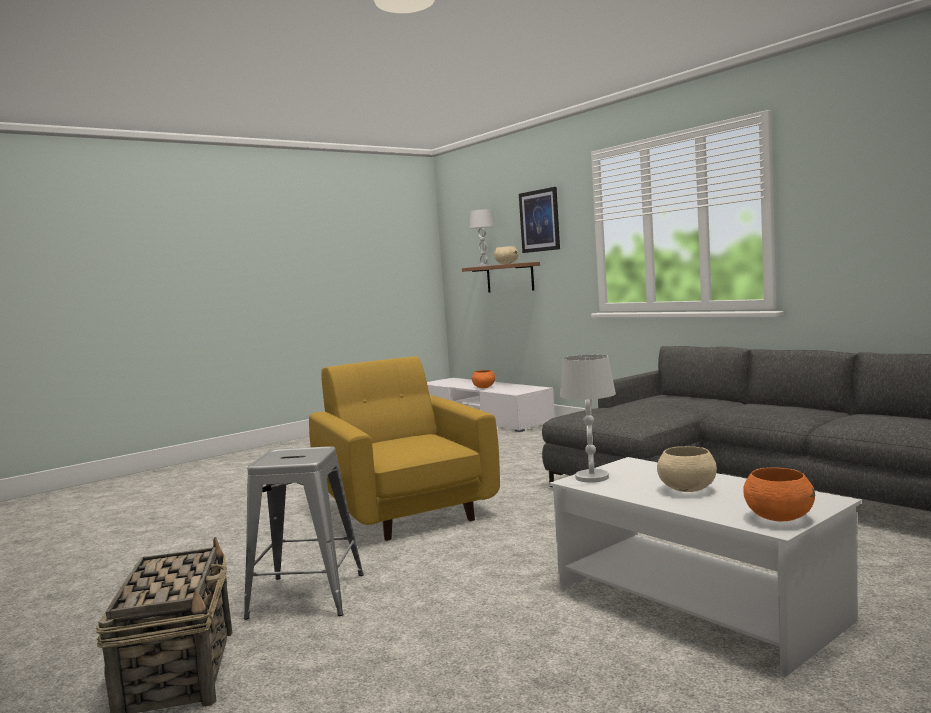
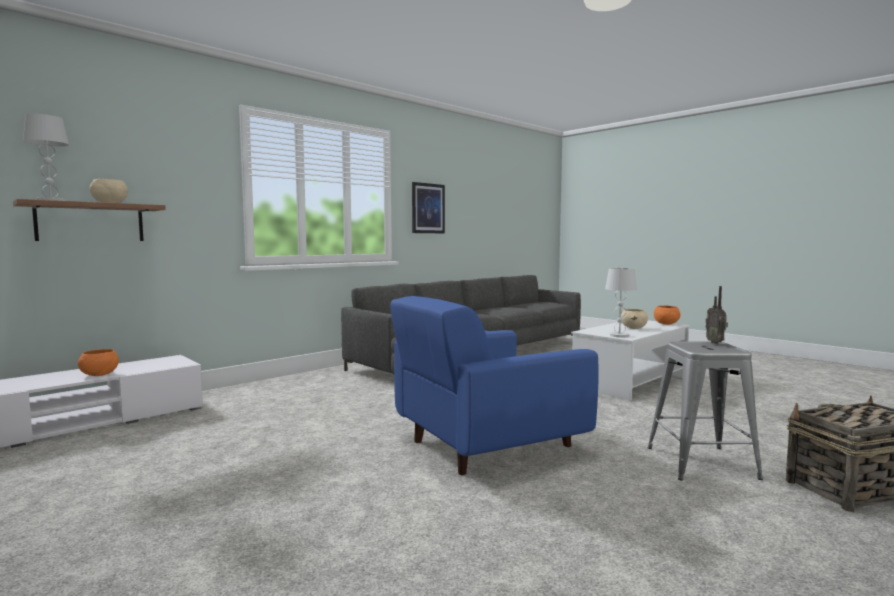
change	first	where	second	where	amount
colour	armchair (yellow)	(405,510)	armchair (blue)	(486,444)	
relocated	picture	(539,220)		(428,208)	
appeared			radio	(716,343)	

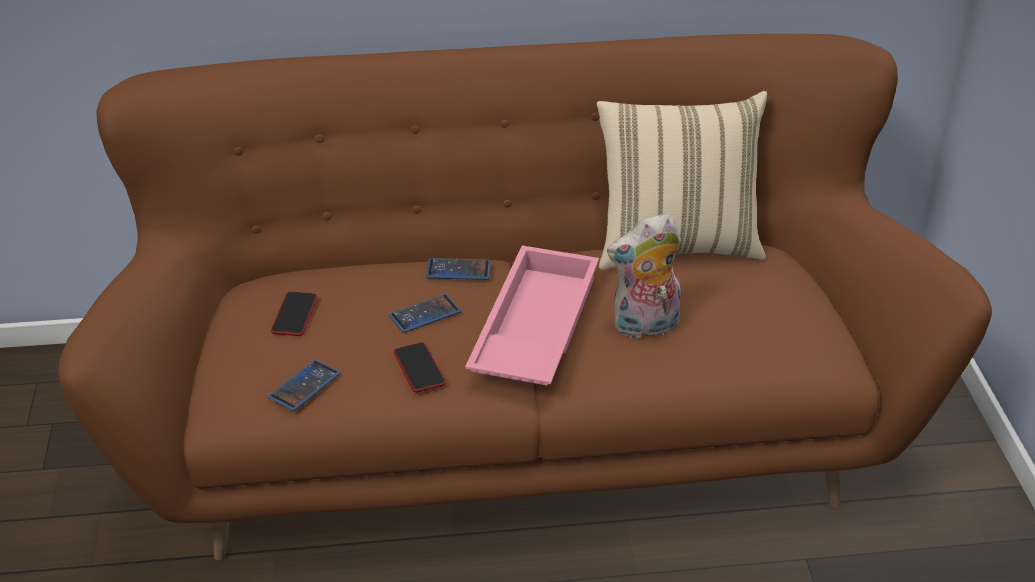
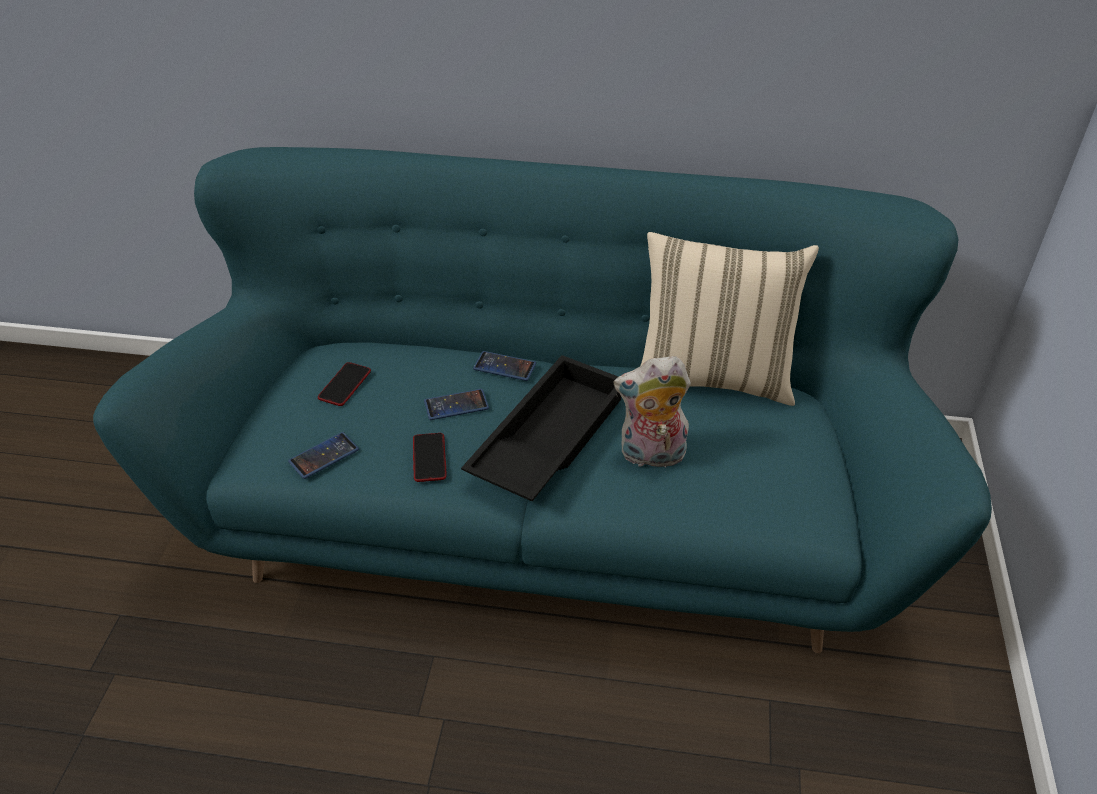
change	first	where	second	where	amount
colour	sofa (brown)	(517,430)	sofa (turquoise)	(548,514)	
colour	tray (pink)	(532,329)	tray (black)	(546,438)	

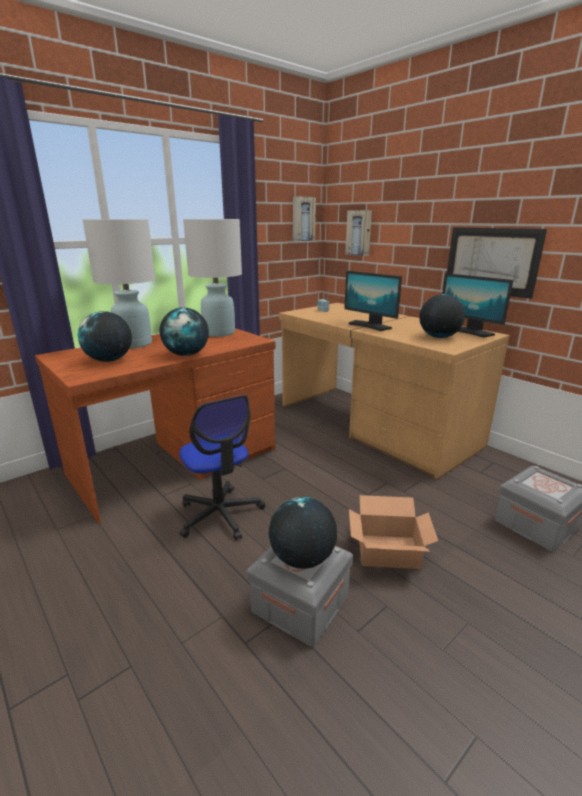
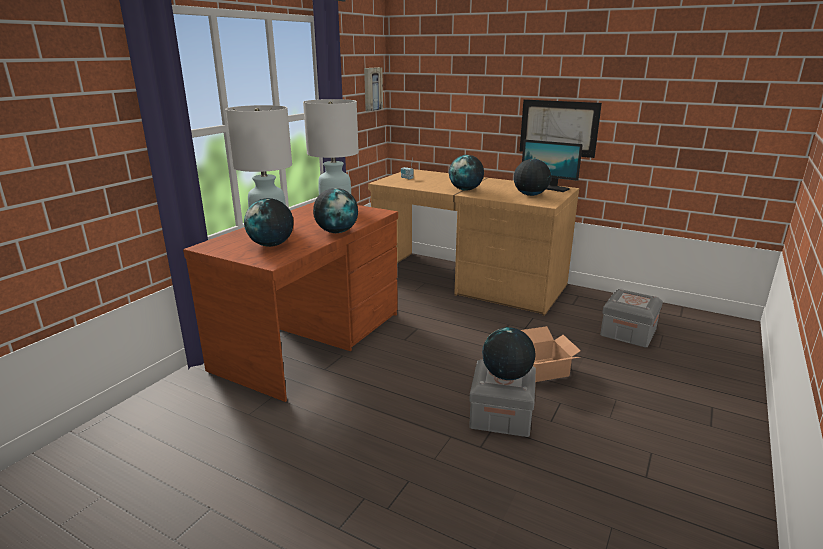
change	first	where	second	where	amount
exchanged	monitor	(370,326)	globe	(465,190)	
missing	office chair	(220,515)			
missing	picture	(359,233)			

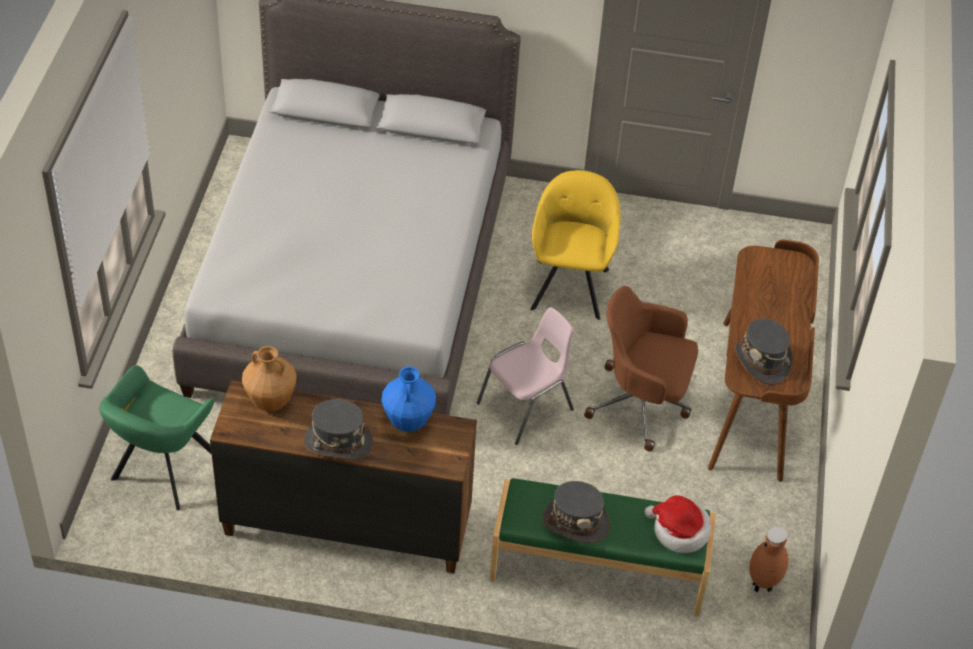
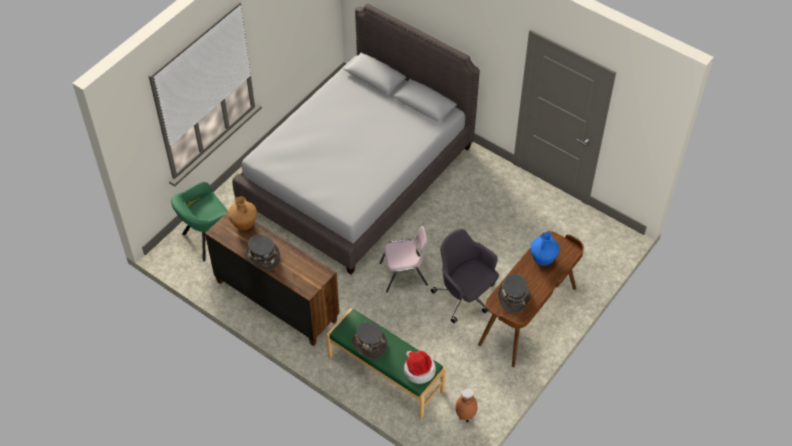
change	first	where	second	where	amount
colour	office chair (brown)	(641,405)	office chair (grey)	(465,296)	
relocated	vase (blue)	(408,422)		(542,260)	
missing	armchair (yellow)	(570,285)			

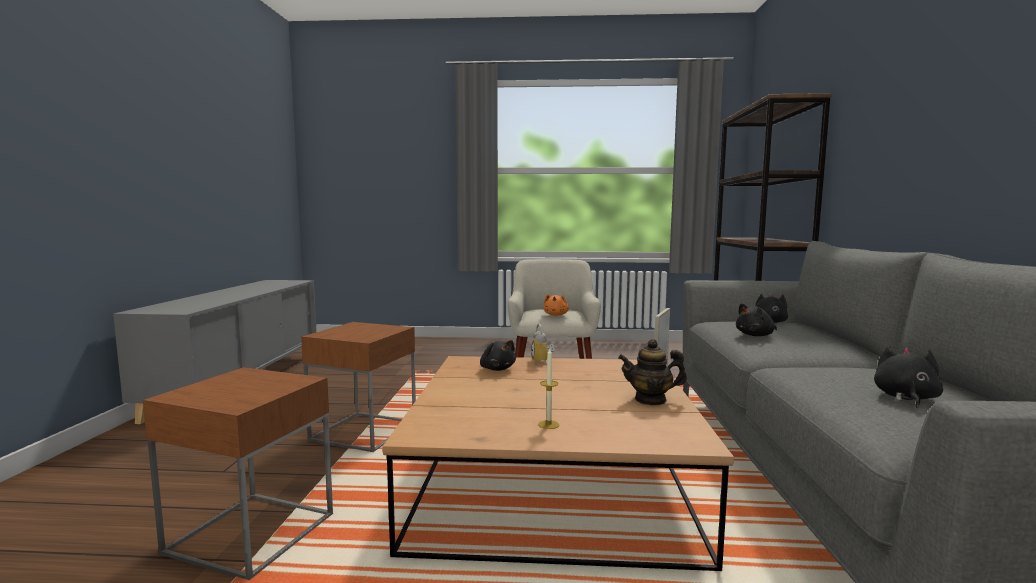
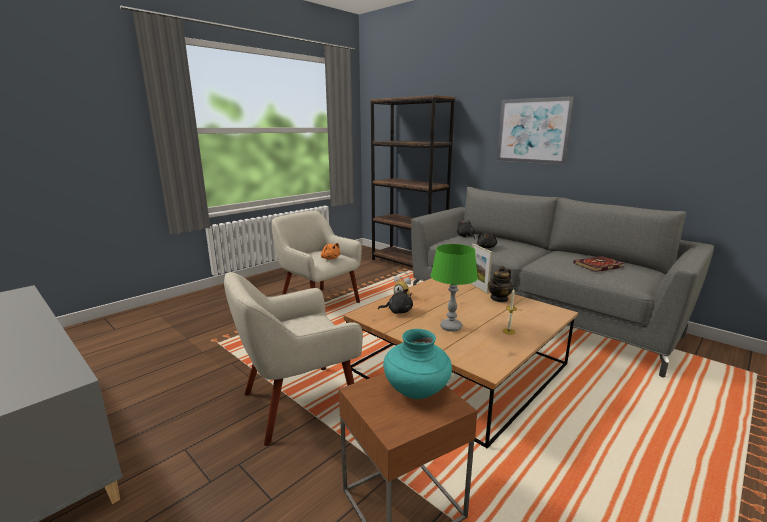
change	first	where	second	where	amount
exchanged	side table (brown)	(364,431)	armchair (beige)	(297,403)	
appeared			vase (turquoise)	(417,391)	
appeared			table lamp (green)	(450,327)	
appeared			picture	(533,131)	
exchanged	plush toy (black)	(905,398)	book	(598,266)	

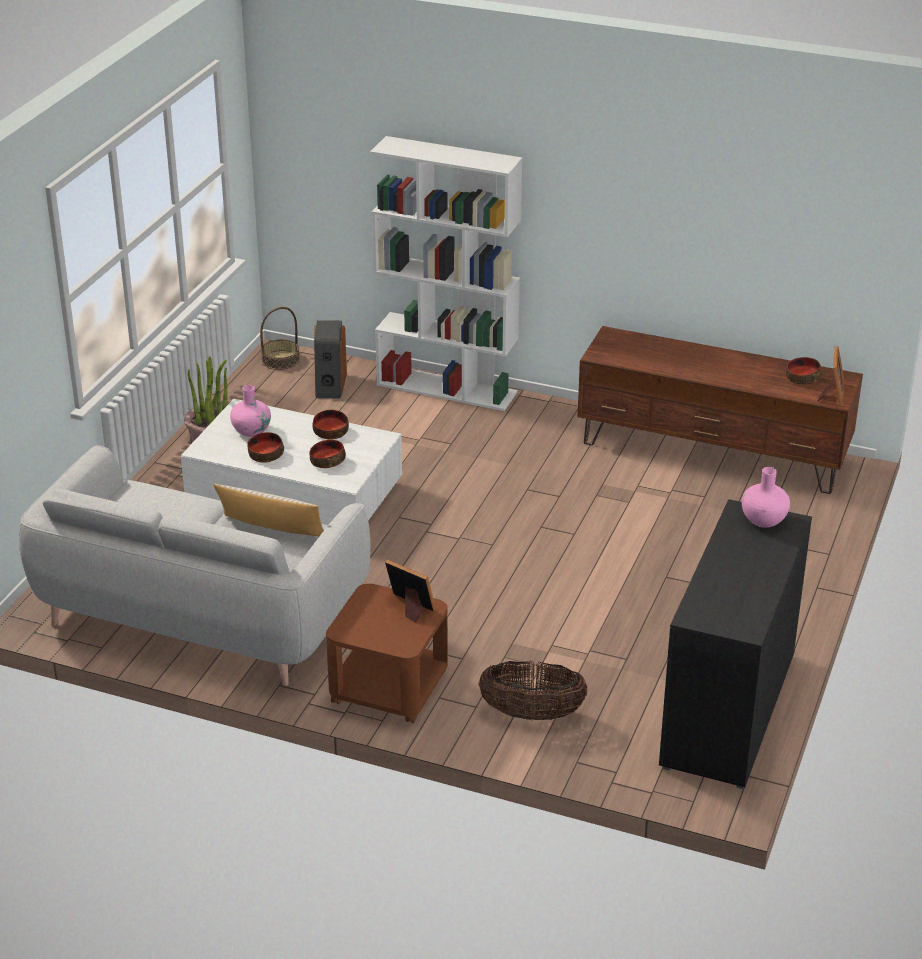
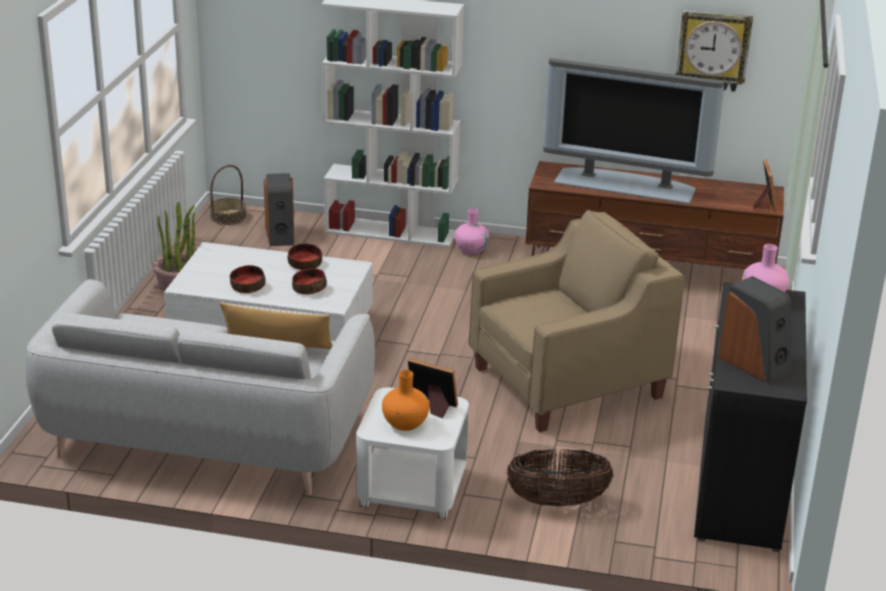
change	first	where	second	where	amount
colour	side table (brown)	(389,688)	side table (white)	(412,489)	
appeared			vase (orange)	(405,423)	
relocated	vase (pink)	(251,431)		(471,250)	
appeared			armchair (beige)	(568,383)	
appeared			television	(625,184)	
appeared			wall clock	(713,50)	
appeared			speaker	(755,364)	
missing	bowl	(802,378)			

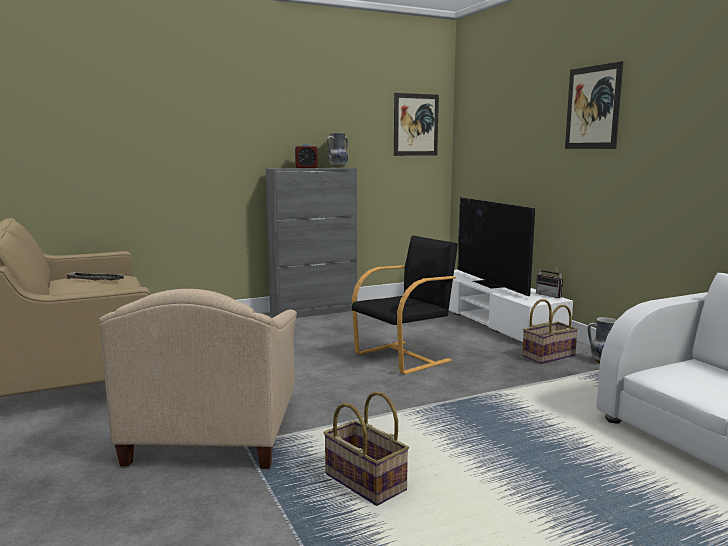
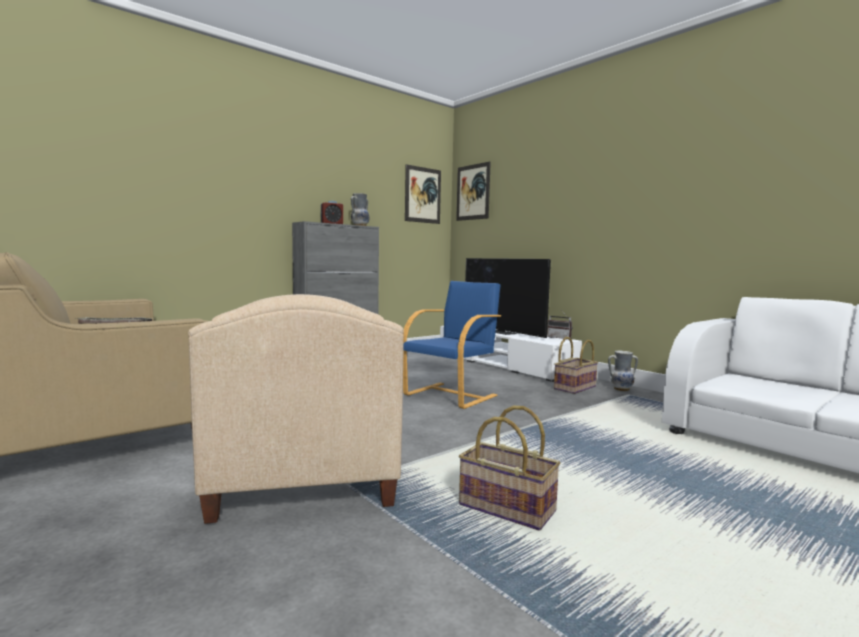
change	first	where	second	where	amount
colour	armchair (black)	(404,357)	armchair (blue)	(452,395)	
relocated	picture	(592,107)		(473,192)	

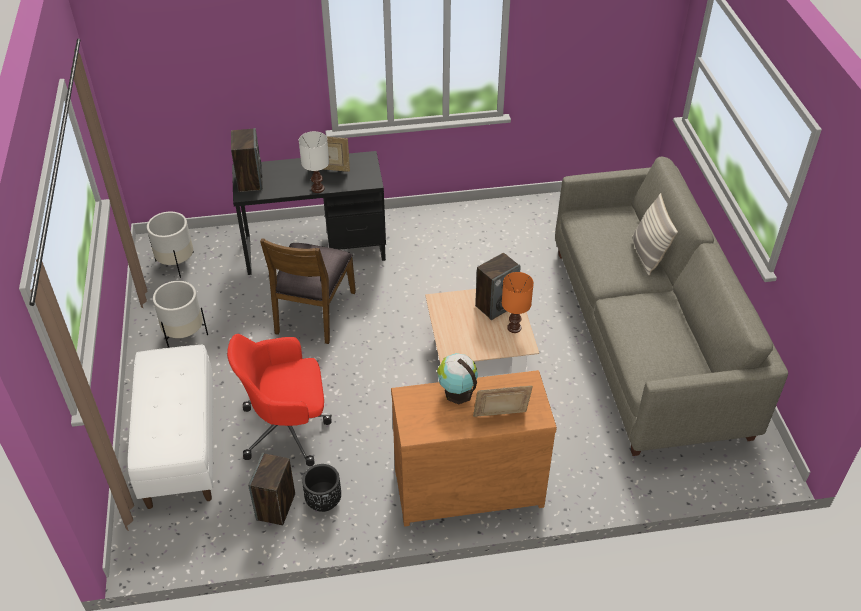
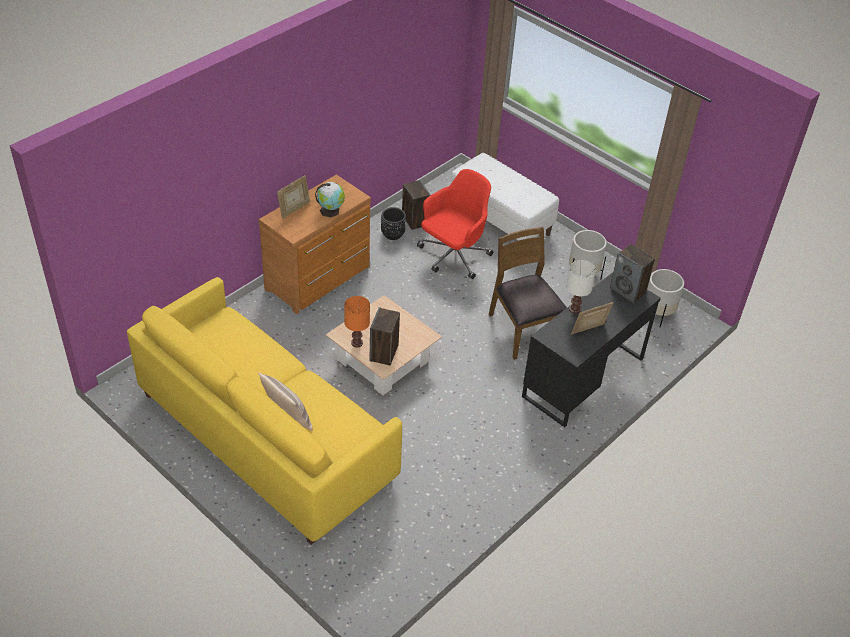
change	first	where	second	where	amount
colour	sofa (grey)	(646,339)	sofa (yellow)	(266,436)	

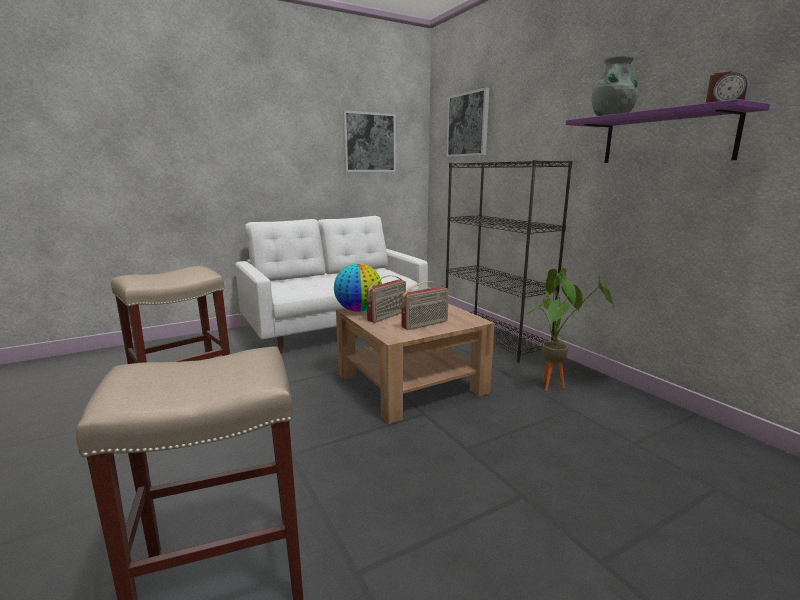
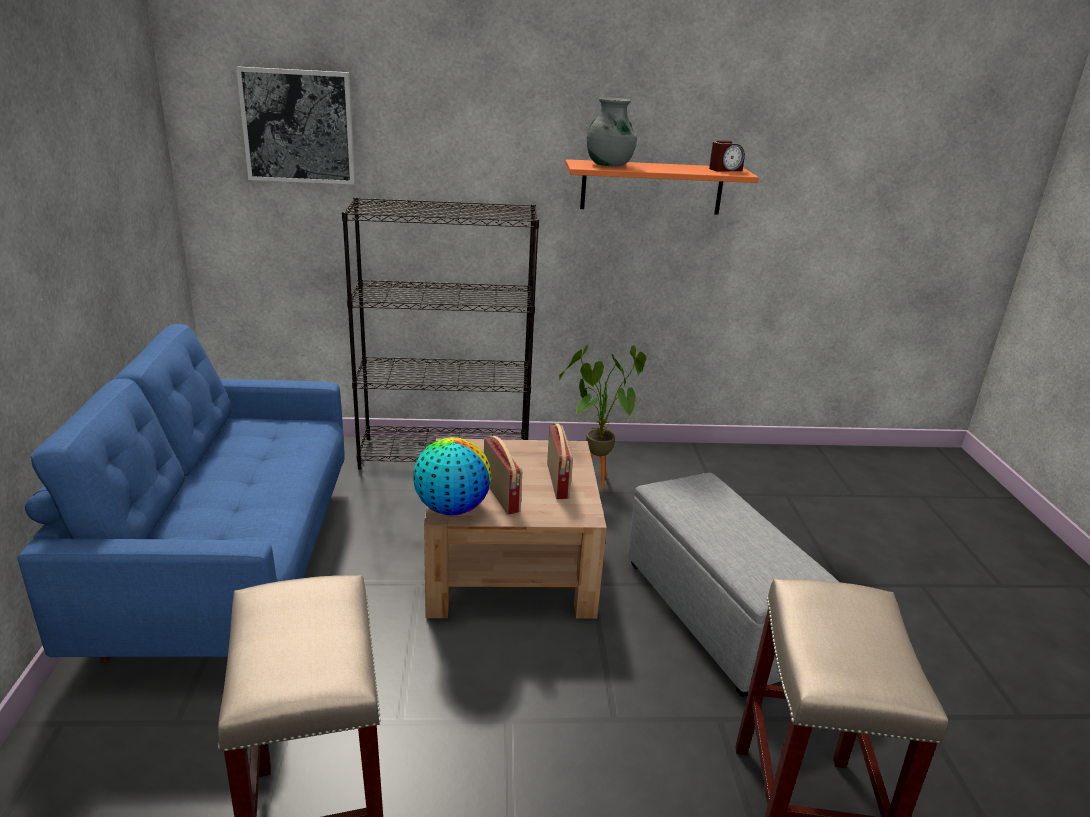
change	first	where	second	where	amount
colour	sofa (white)	(335,328)	sofa (blue)	(229,567)	
colour	shelf (purple)	(666,138)	shelf (orange)	(652,187)	
appeared			ottoman (grey)	(718,615)	
missing	picture	(369,142)			

